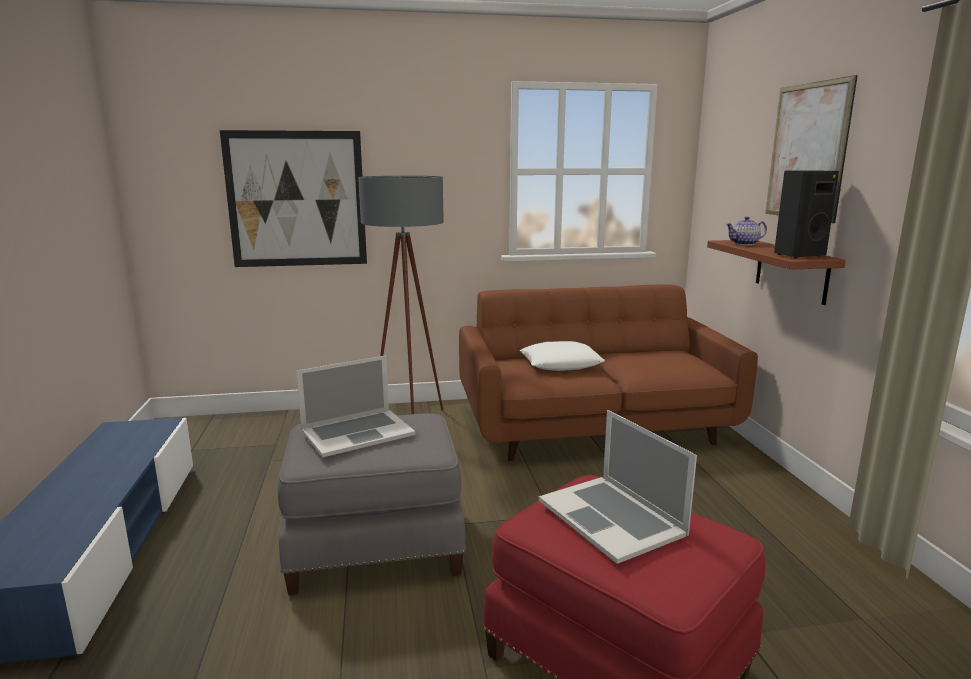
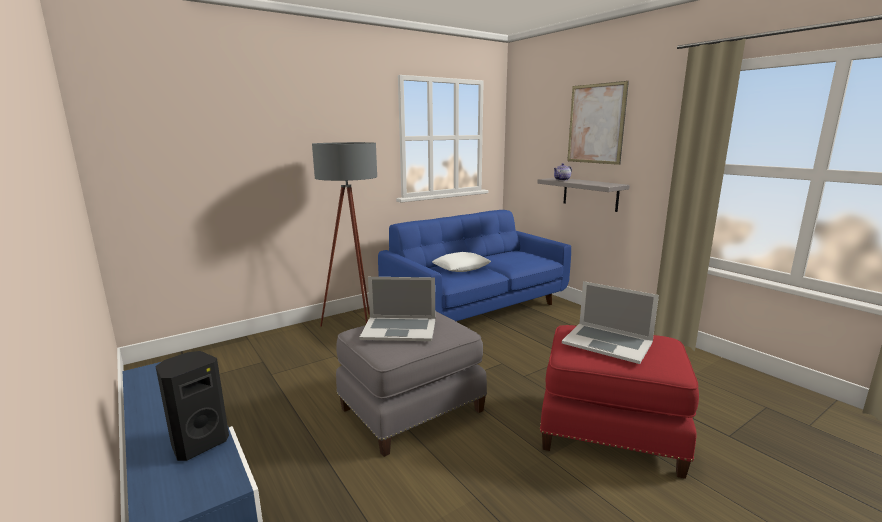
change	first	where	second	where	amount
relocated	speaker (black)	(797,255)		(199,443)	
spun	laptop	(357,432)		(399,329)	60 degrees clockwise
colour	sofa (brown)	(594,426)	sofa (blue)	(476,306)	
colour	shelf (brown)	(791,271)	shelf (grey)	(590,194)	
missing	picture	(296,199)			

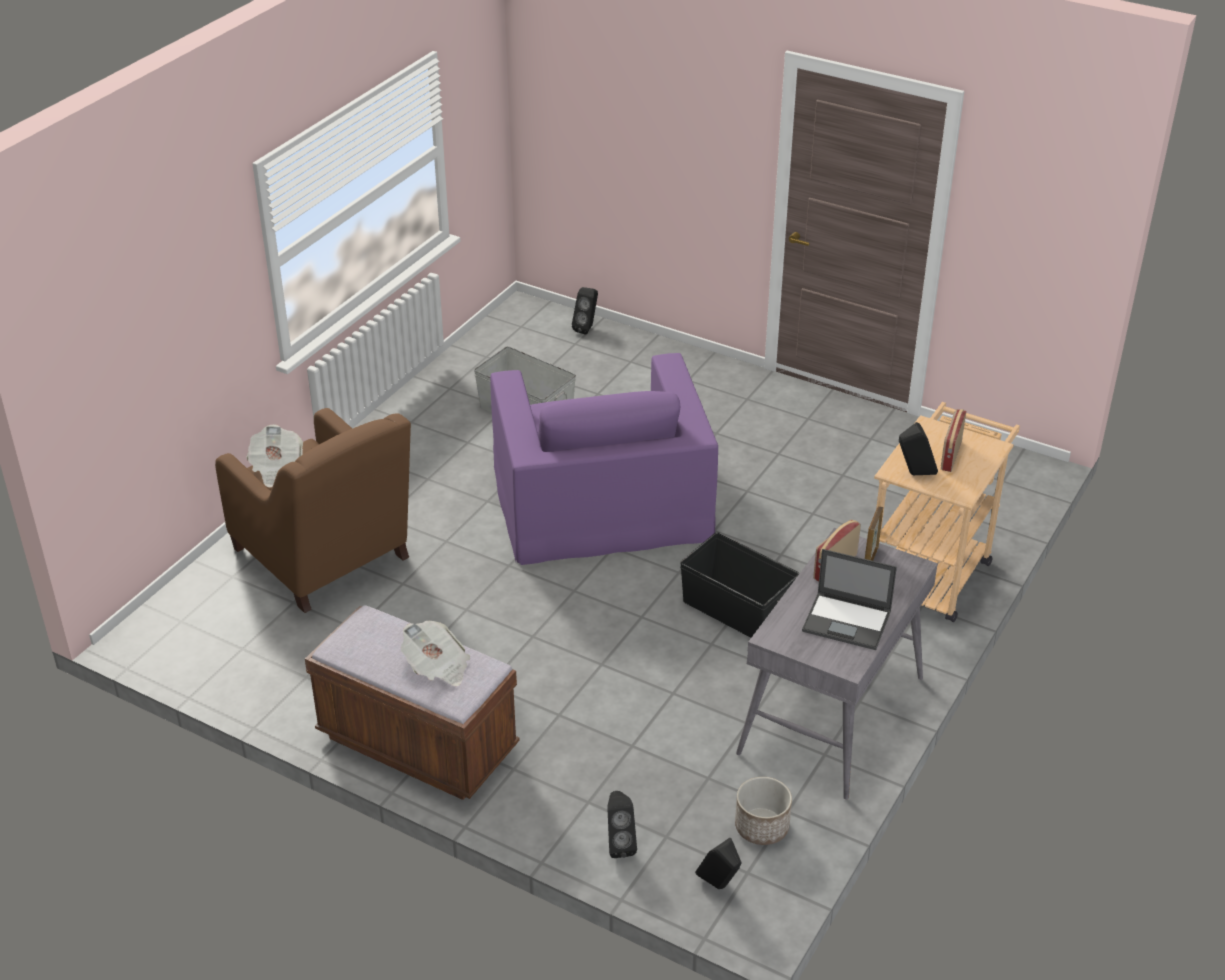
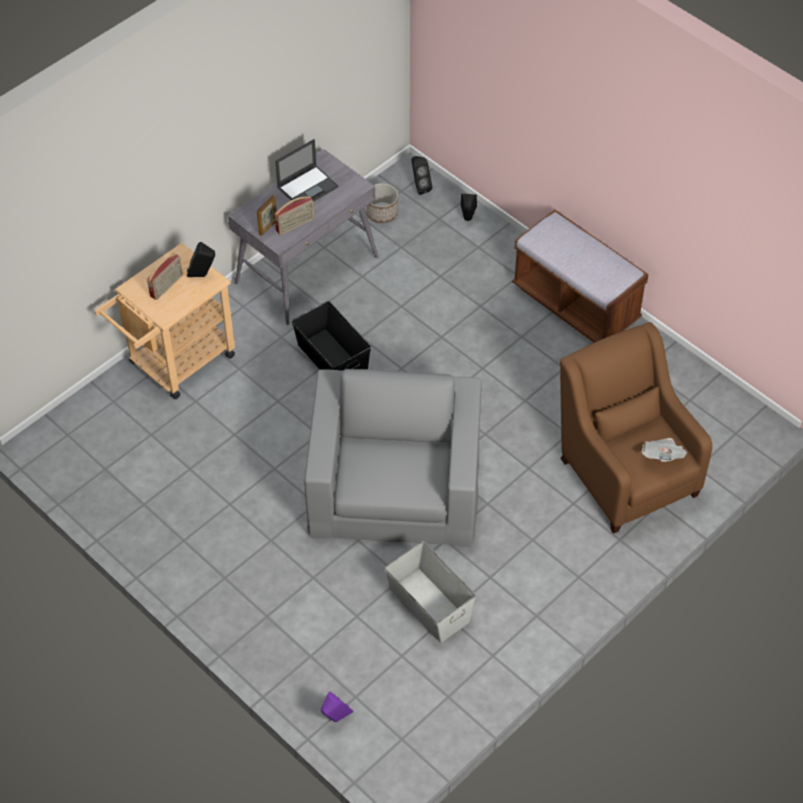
change	first	where	second	where	amount
spun	laptop	(847,621)		(308,187)	105 degrees clockwise
colour	armchair (purple)	(601,500)	armchair (grey)	(395,483)	
colour	speaker (black)	(587,328)	speaker (purple)	(336,719)	
missing	newspaper	(437,667)			

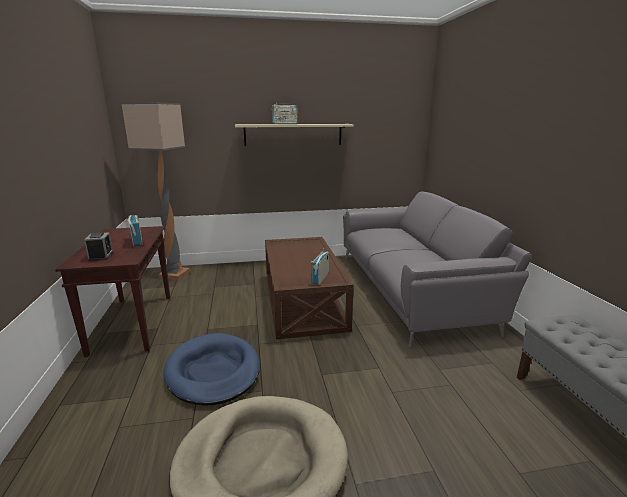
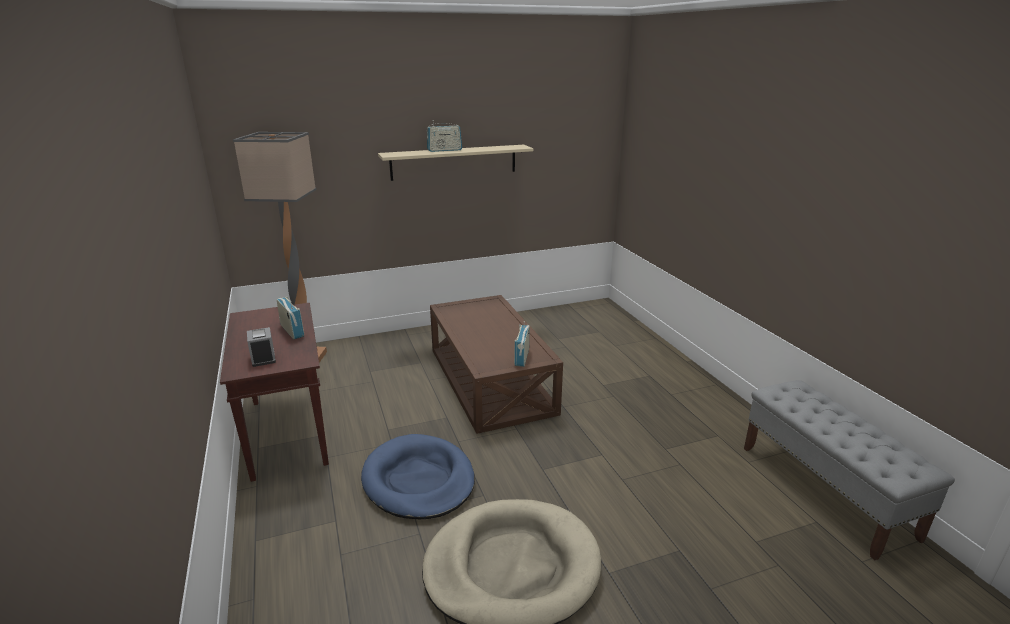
change	first	where	second	where	amount
missing	sofa (grey)	(411,289)			

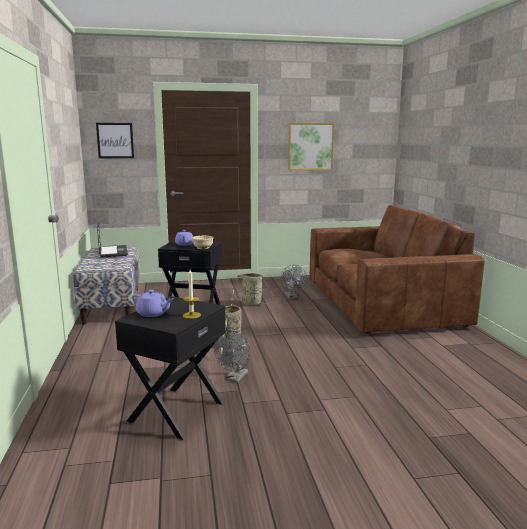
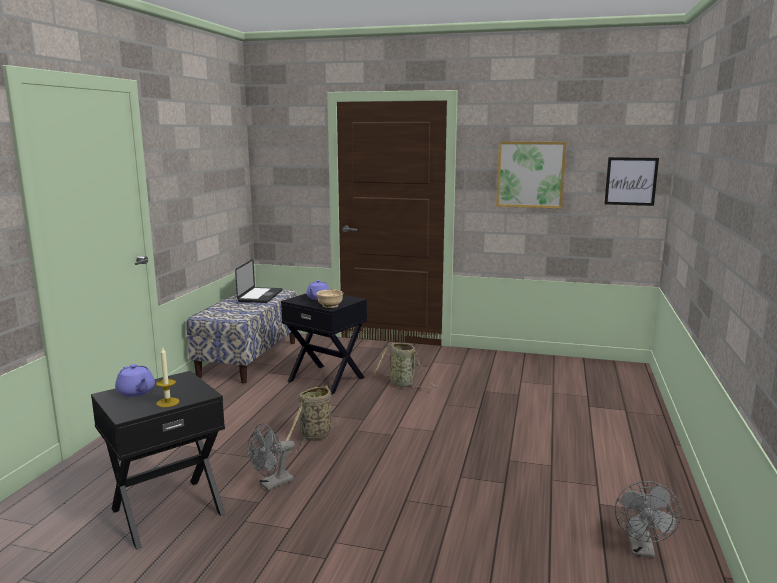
change	first	where	second	where	amount
relocated	picture	(115,140)		(631,181)	
relocated	fan (grey)	(292,297)		(642,549)	
missing	sofa (brown)	(382,303)			

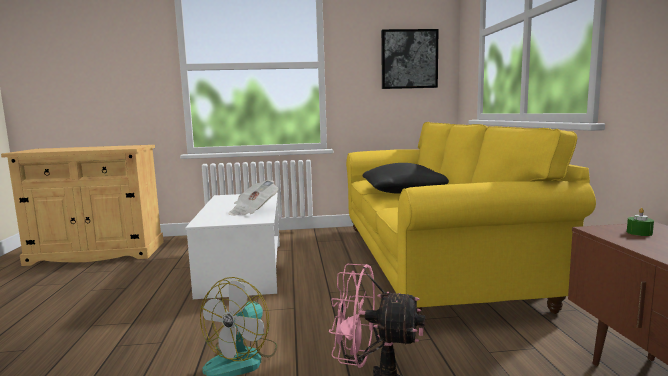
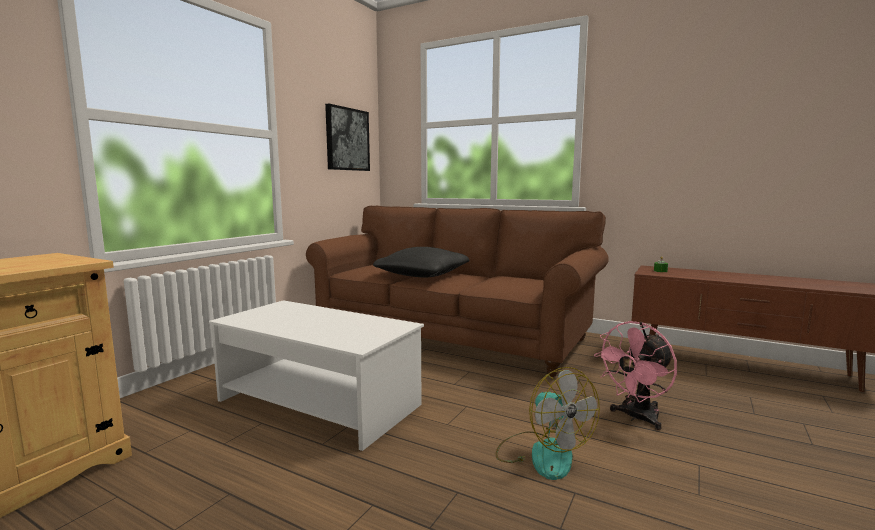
change	first	where	second	where	amount
colour	sofa (yellow)	(429,261)	sofa (brown)	(451,336)	
missing	newspaper	(253,211)			

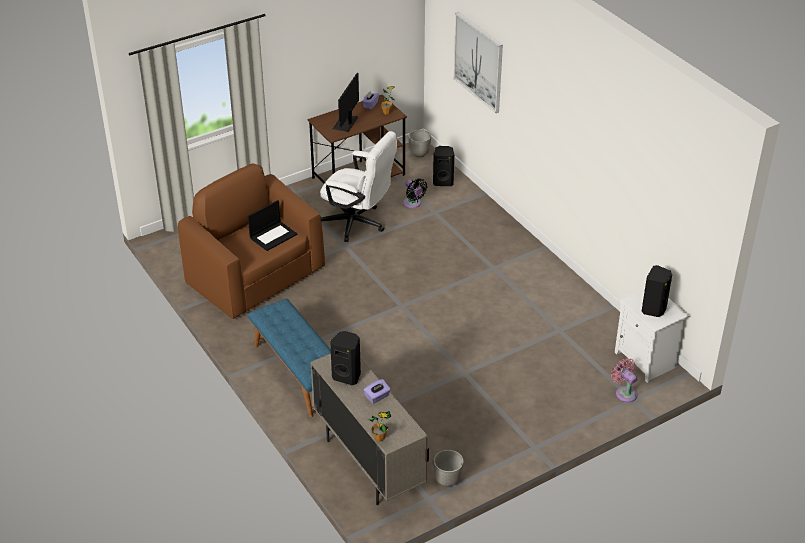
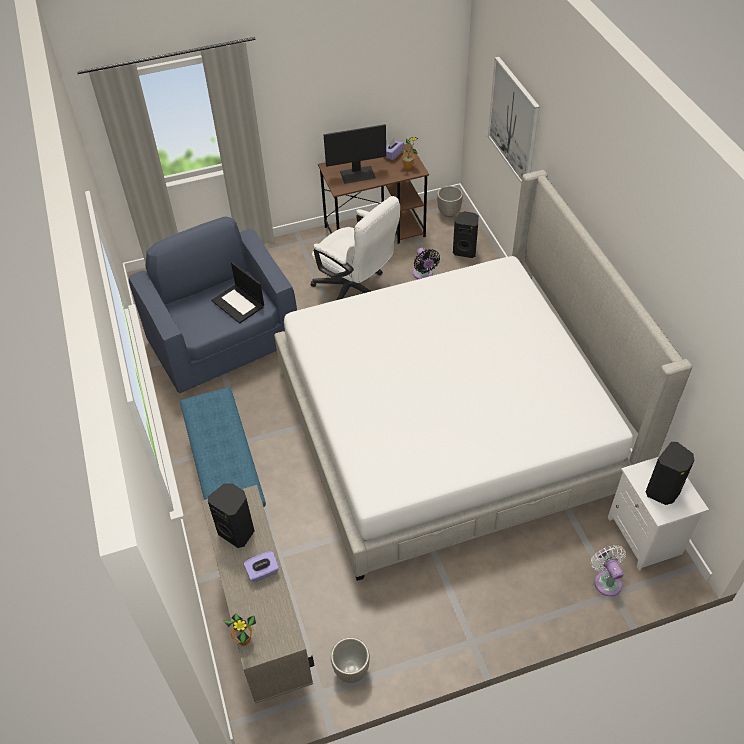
change	first	where	second	where	amount
colour	armchair (brown)	(256,277)	armchair (blue)	(224,341)	
spun	laptop	(273,236)		(239,304)	75 degrees clockwise
appeared			bed	(450,426)	
spun	monitor	(345,123)		(358,174)	135 degrees counterclockwise
colour	fan (pink)	(624,393)	fan (white)	(606,580)	

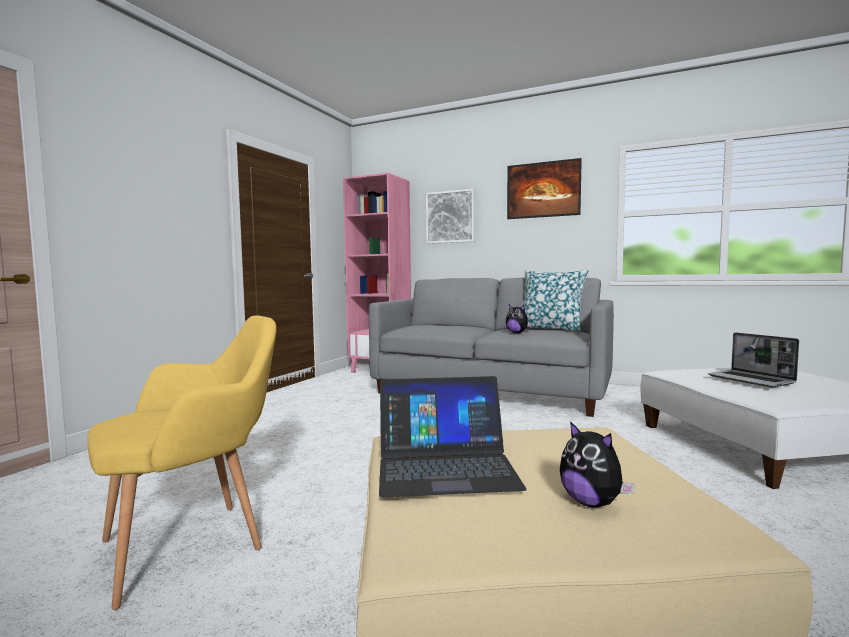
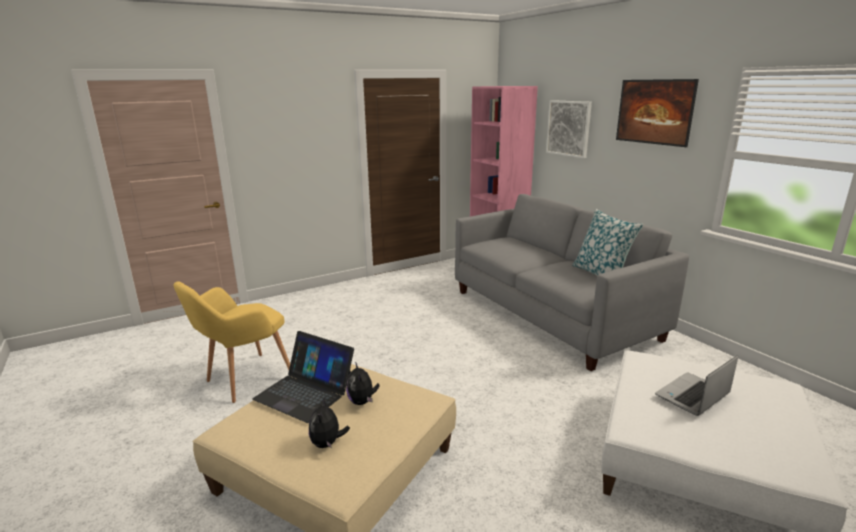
change	first	where	second	where	amount
spun	armchair (yellow)	(195,544)		(244,380)	135 degrees clockwise
relocated	plush toy	(517,333)		(362,401)	
spun	laptop	(751,380)		(693,396)	45 degrees clockwise

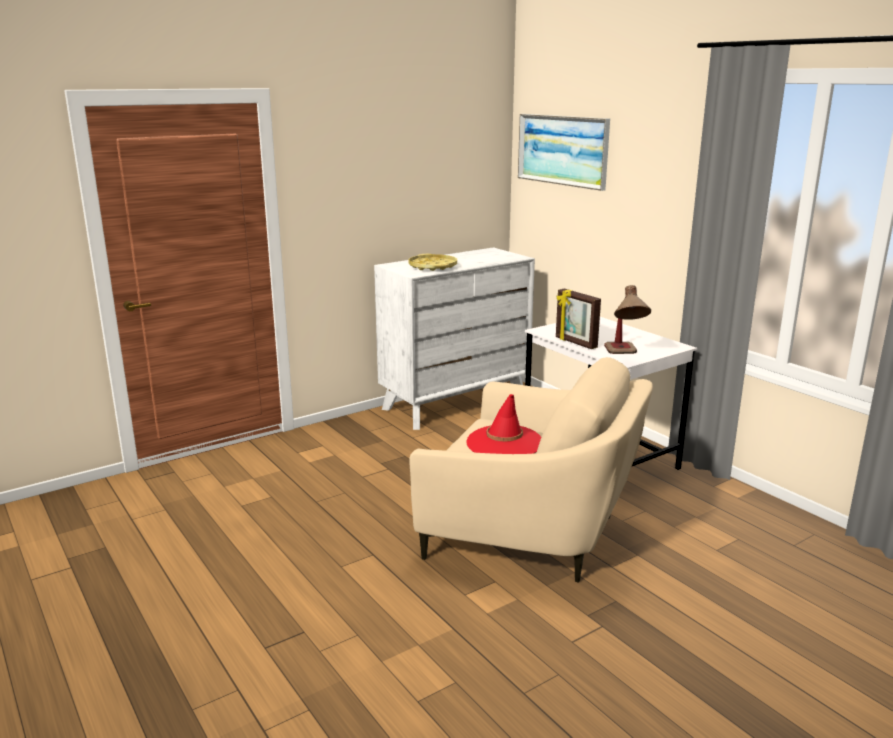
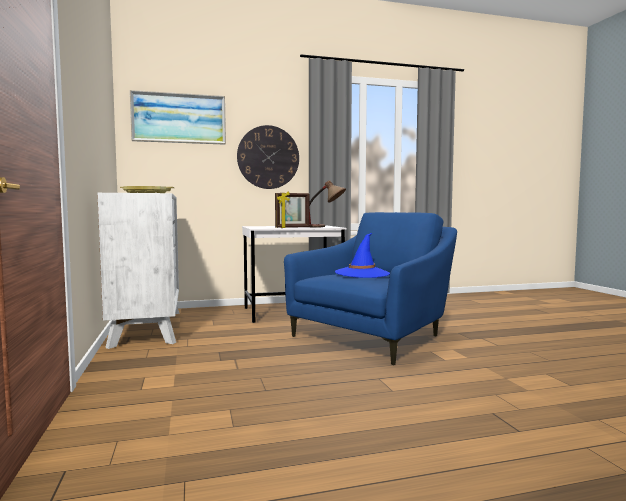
change	first	where	second	where	amount
appeared			wall clock	(268,157)	
colour	armchair (beige)	(531,533)	armchair (blue)	(374,336)	
colour	hat (red)	(504,443)	hat (blue)	(362,273)	

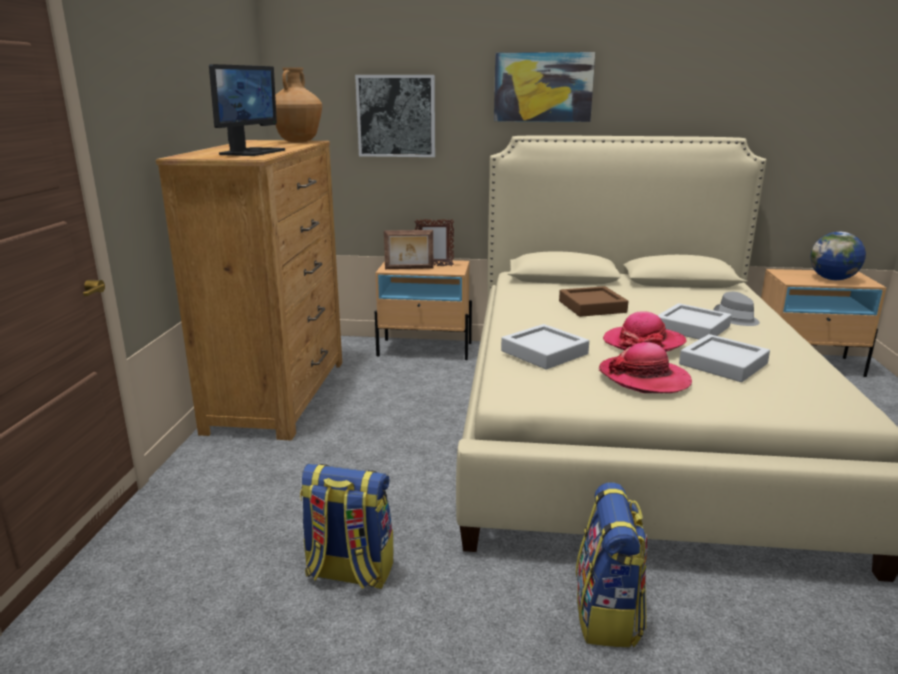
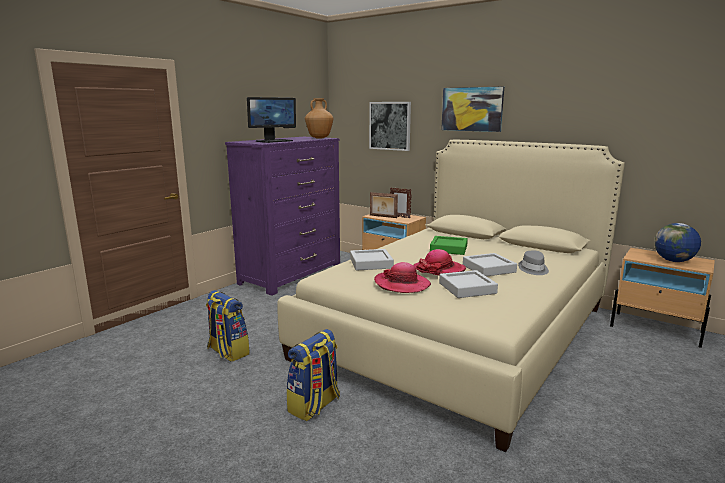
change	first	where	second	where	amount
colour	dresser (brown)	(279,394)	dresser (purple)	(291,275)	
colour	tray (brown)	(592,307)	tray (green)	(448,249)	

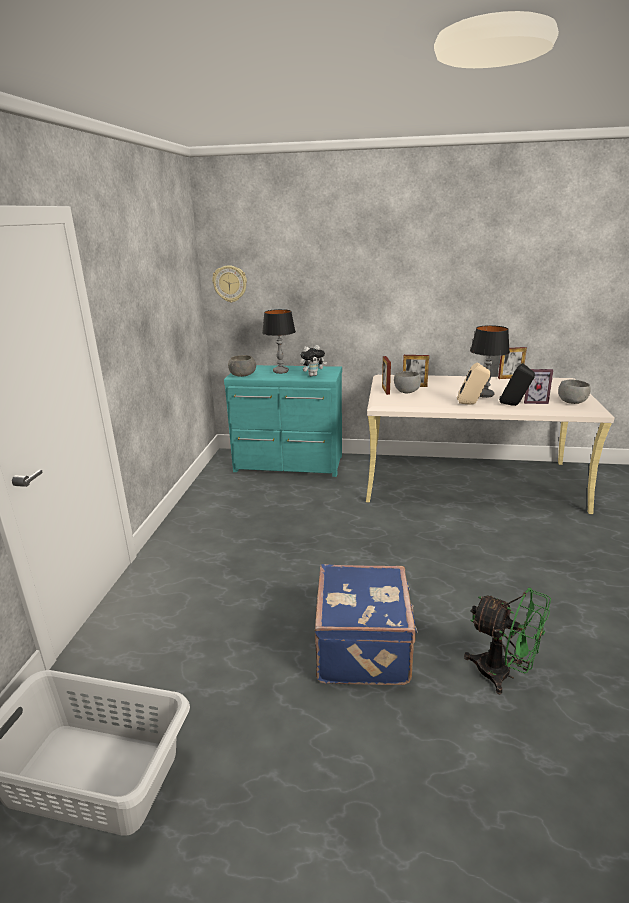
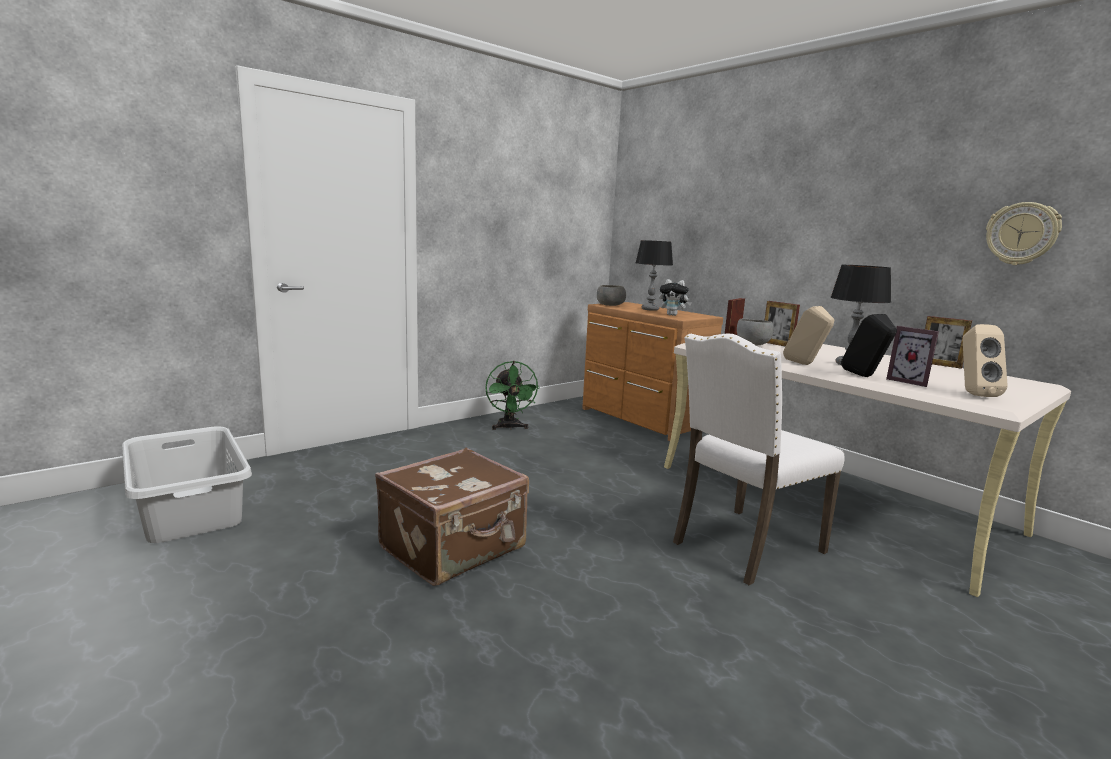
change	first	where	second	where	amount
colour	suitcase (blue)	(364,648)	suitcase (brown)	(454,548)	
relocated	fan (green)	(503,674)		(509,427)	
colour	dresser (turquoise)	(289,464)	dresser (brown)	(641,420)	
appeared			chair (white)	(743,546)	
exchanged	bowl (grey)	(571,402)	speaker (beige)	(973,394)	
relocated	wall clock	(230,283)		(1021,234)	

